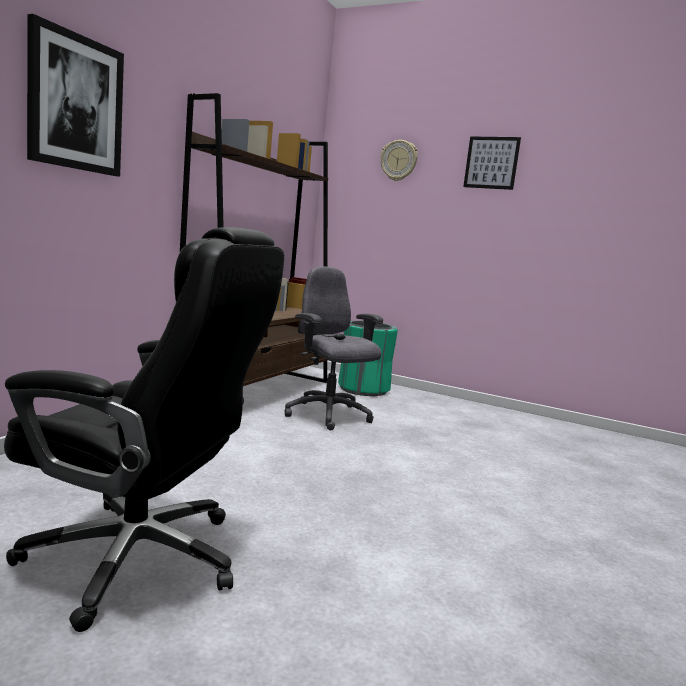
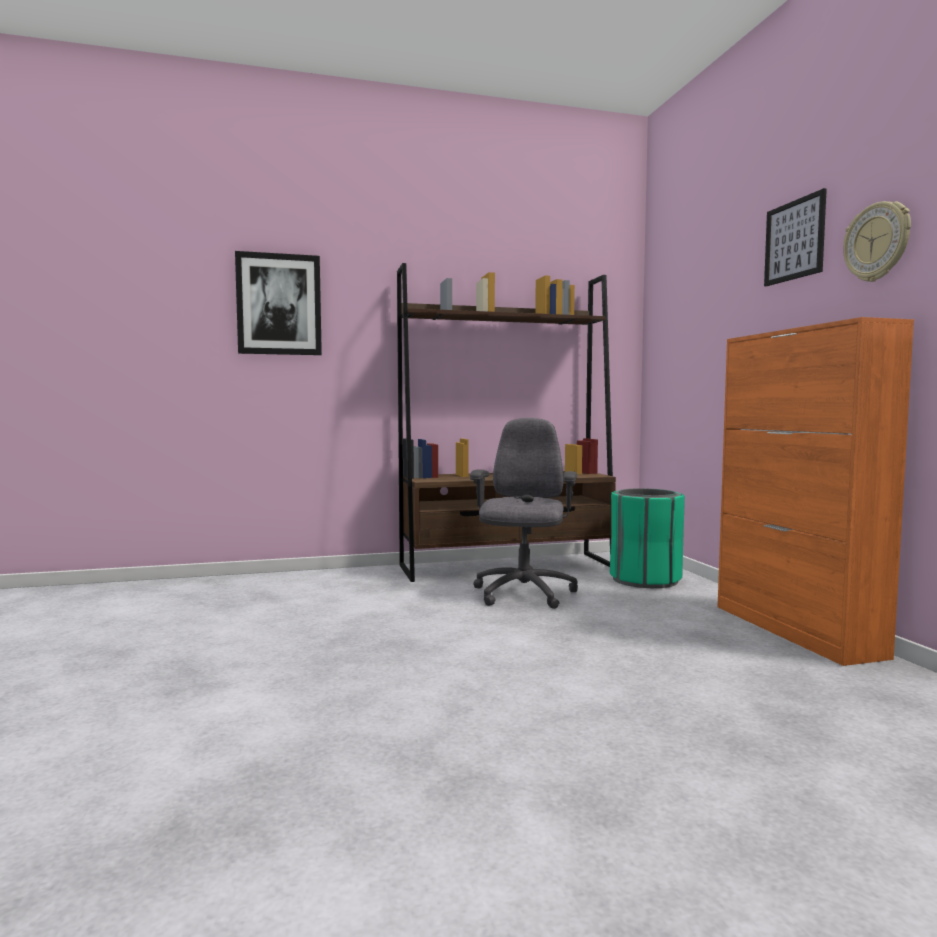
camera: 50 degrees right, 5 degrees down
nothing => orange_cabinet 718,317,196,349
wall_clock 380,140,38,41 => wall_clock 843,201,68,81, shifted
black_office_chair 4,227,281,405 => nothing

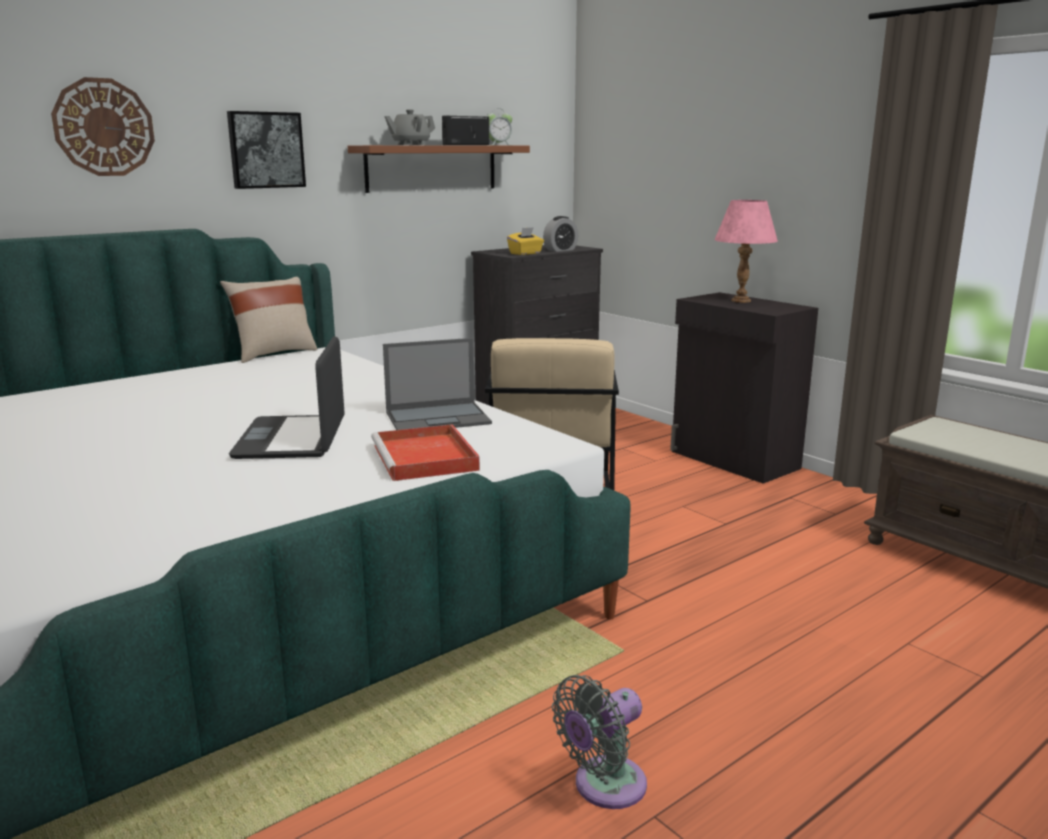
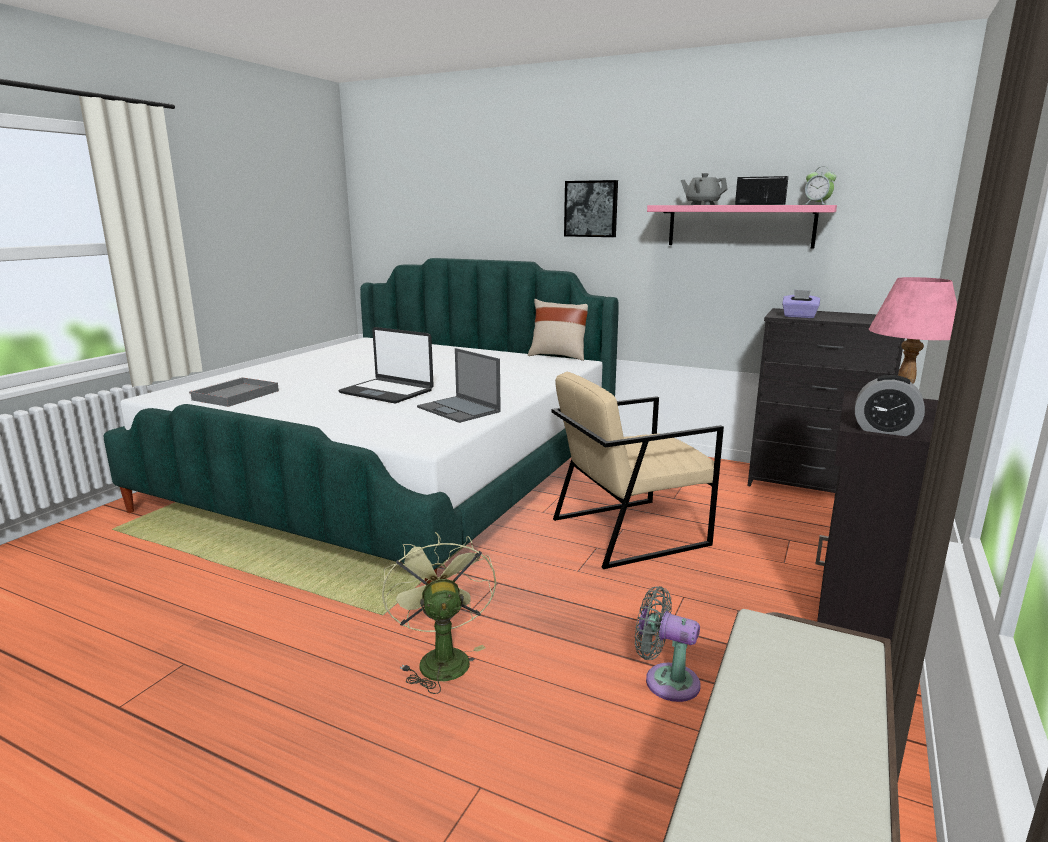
camera: 65 degrees right, 0 degrees up
nothing => grey_tray 189,377,90,30
laptop 229,336,116,123 => laptop 338,327,96,77, 120 degrees counterclockwise
nothing => green_fan 382,532,114,162
grey_fan 552,675,95,134 => grey_fan 635,586,66,116, shifted
brown_shelf 348,145,182,48 => pink_shelf 647,205,190,44
yellow_tissue_box 507,227,37,28 => purple_tissue_box 782,289,38,29
alarm_clock 543,216,35,36 => alarm_clock 855,375,70,61, shifted
wall_clock 51,77,104,99 => nothing
red_tray 371,424,109,57 => nothing

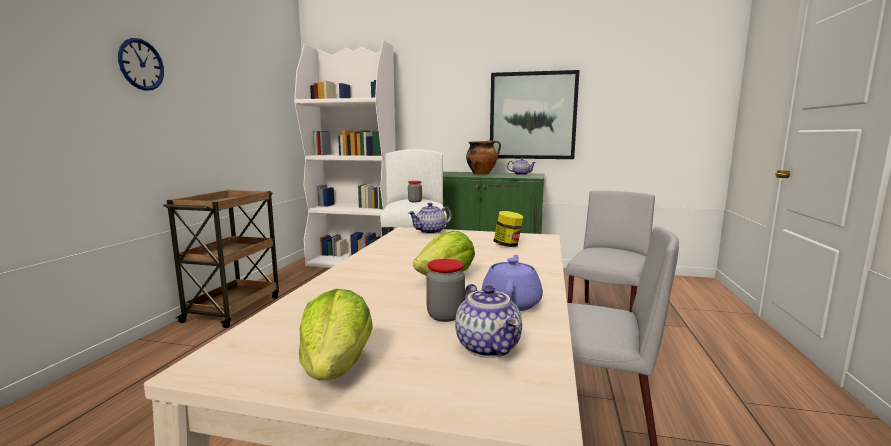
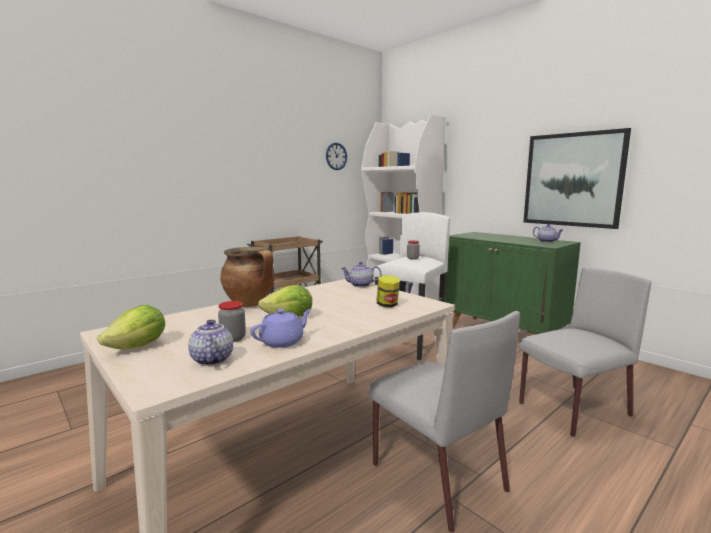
camera: 35 degrees right, 0 degrees up
teapot 455,284,67,74 => teapot 188,320,45,46, 150 degrees clockwise
cooking_pot 466,140,35,35 => cooking_pot 220,247,55,60, shifted
wall_clock 118,38,46,53 => wall_clock 326,143,21,27, shifted

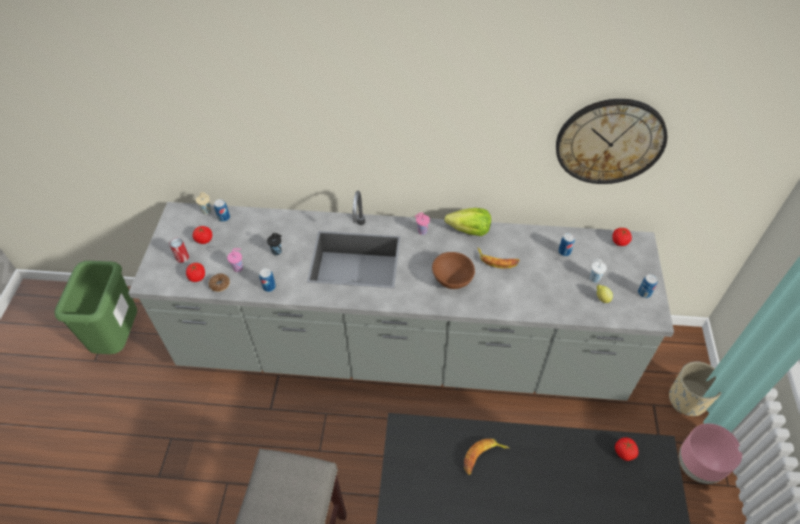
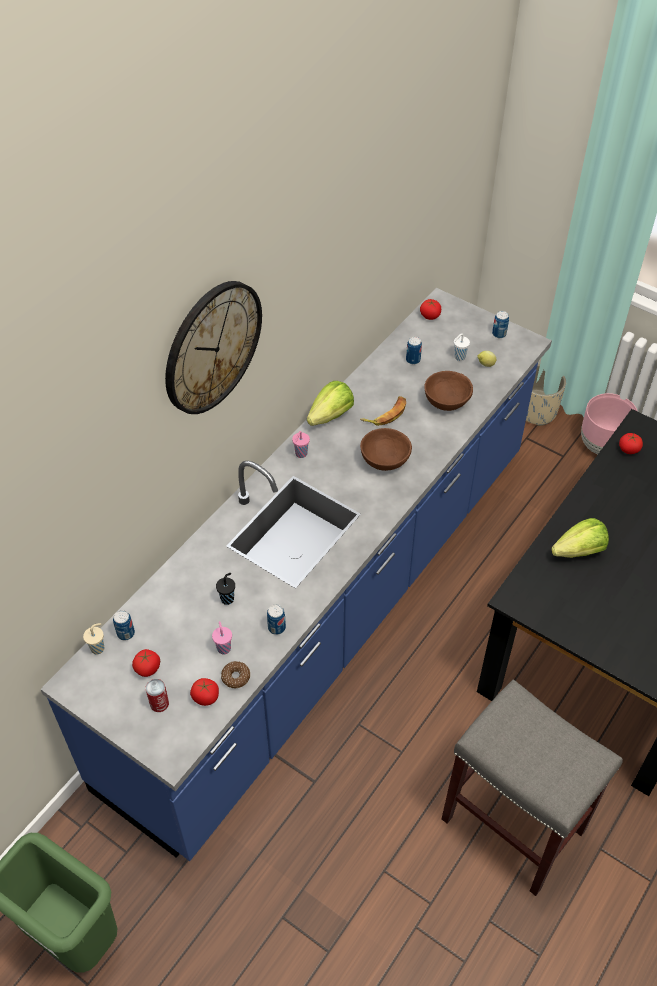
camera: 60 degrees left, 0 degrees up
grey_counter 128,191,546,210 => blue_counter 41,288,511,573
wall_clock 556,99,112,85 => wall_clock 165,281,97,133, shifted
nothing => brown_bowl 424,371,49,40
banana 464,439,45,36 => lettuce 551,518,58,40

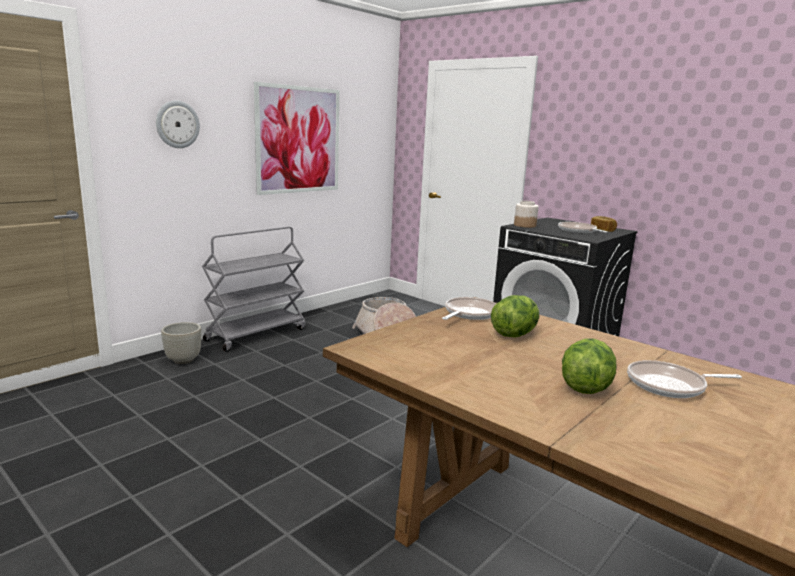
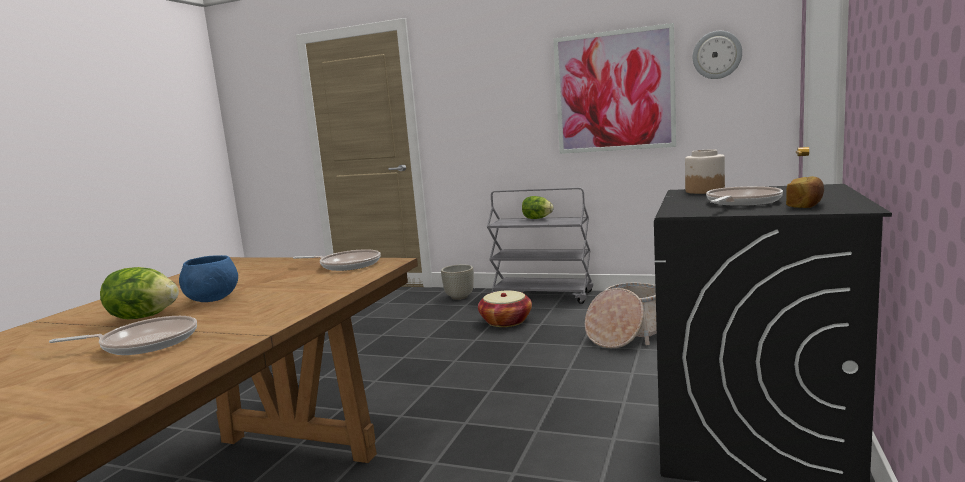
camera: 70 degrees right, 5 degrees down
frying_pan 627,360,115,38 => frying_pan 49,316,148,39, 105 degrees clockwise
nothing => blue_bowl 179,255,59,47
nothing => basket 478,290,54,37
lettuce 491,295,48,42 => lettuce 522,196,31,23, shifted
wall_clock 156,100,44,48 => wall_clock 693,31,49,48, shifted

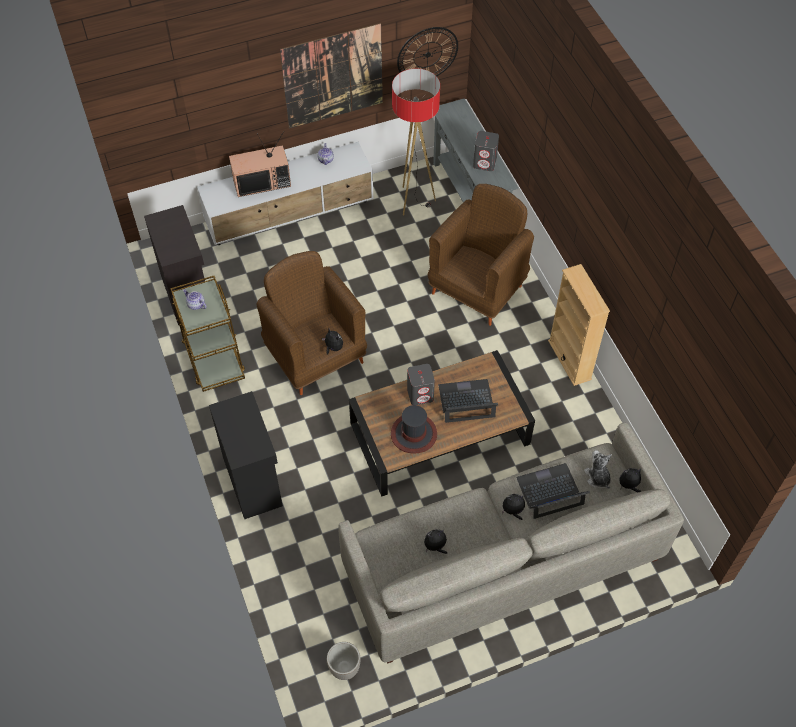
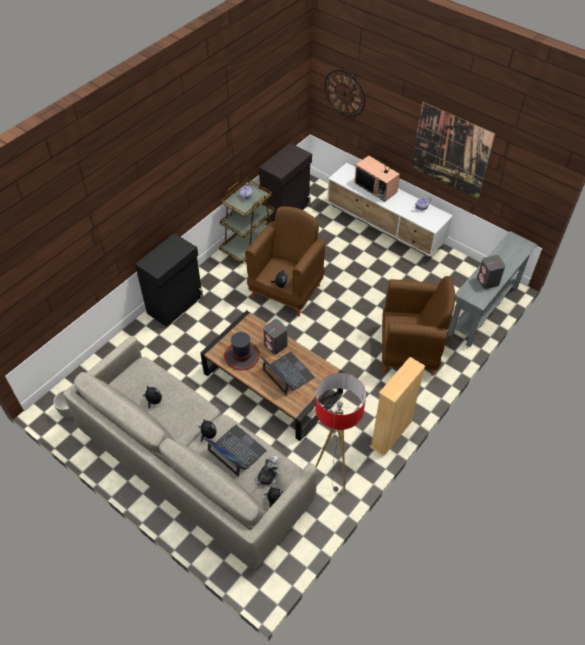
camera: 60 degrees right, 5 degrees down
floor_lamp 392,68,48,148 => floor_lamp 315,373,51,120, shifted
wall_clock 397,27,61,49 => wall_clock 325,70,40,47, shifted

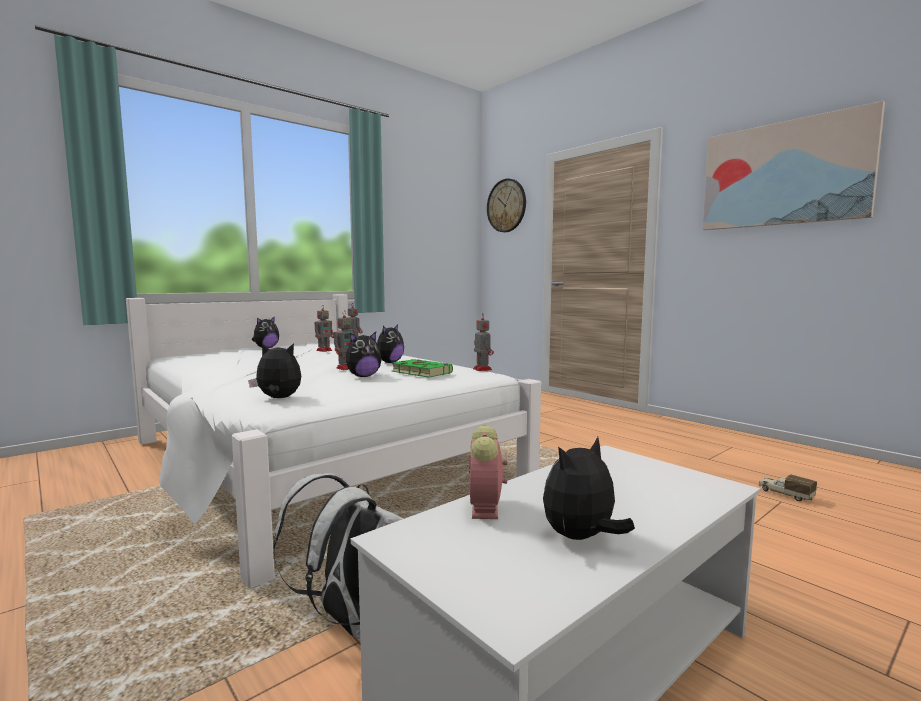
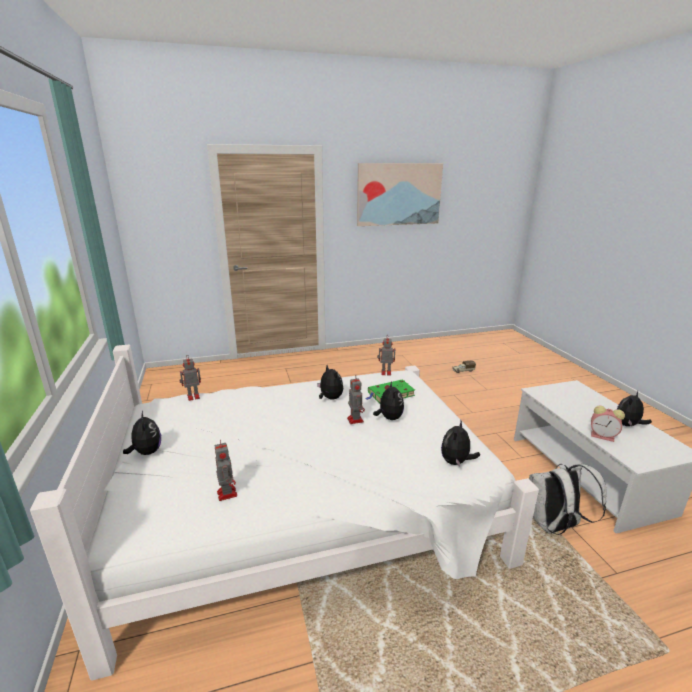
camera: 65 degrees left, 15 degrees up
toy_robot 314,306,20,46 => toy_robot 215,440,22,61, shifted
plush_toy 543,437,92,103 => plush_toy 616,391,36,35, 60 degrees clockwise
wall_clock 487,178,39,54 => nothing

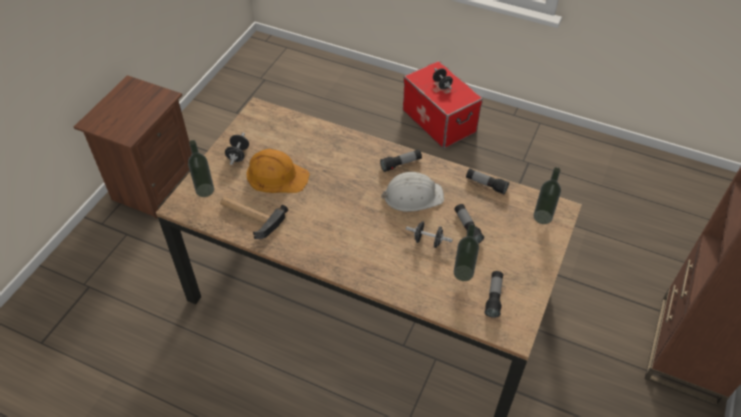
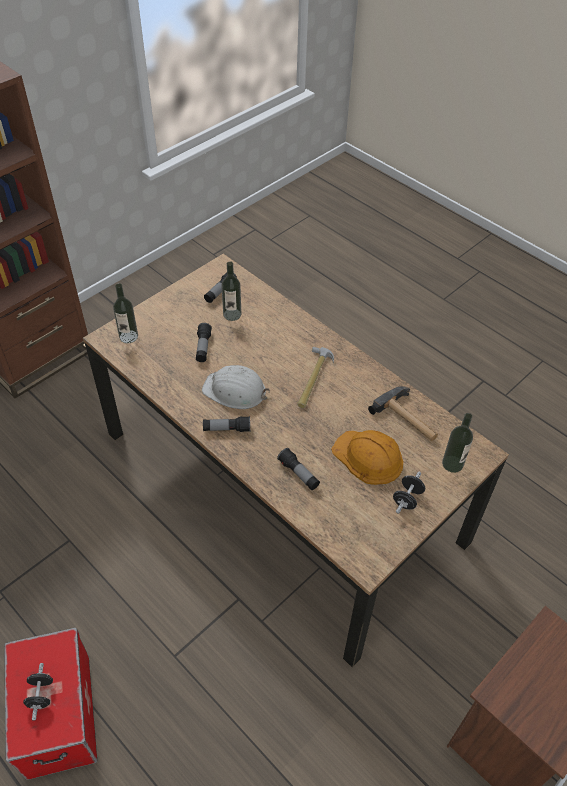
camera: 160 degrees left, 0 degrees up
flashlight 466,168,43,27 => flashlight 277,448,43,42, shifted
nothing => hammer 297,347,37,61
black_dumbbell 406,221,47,27 => nothing

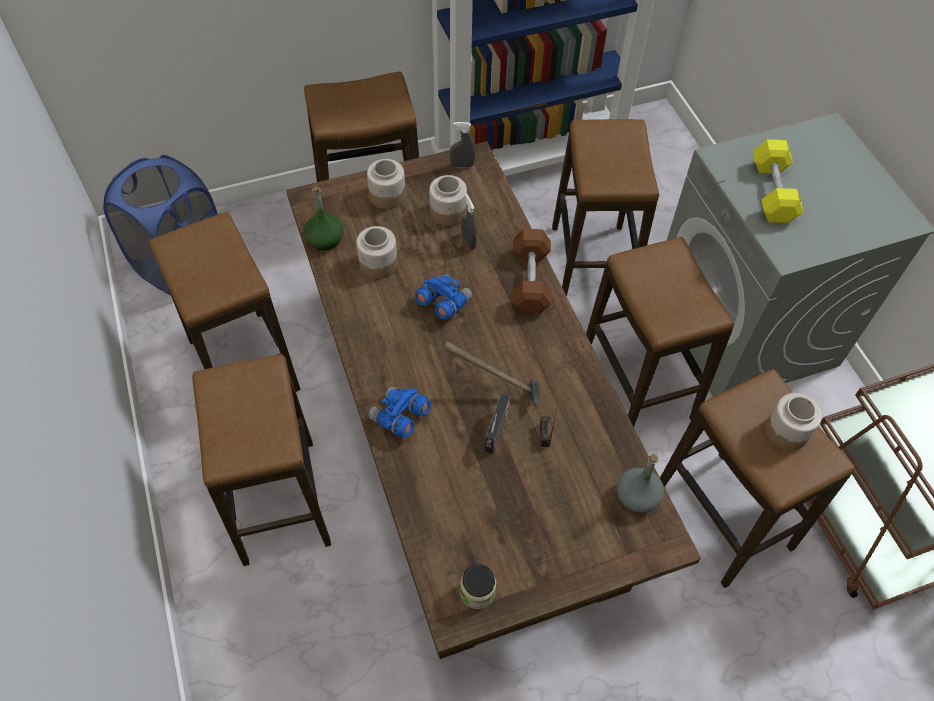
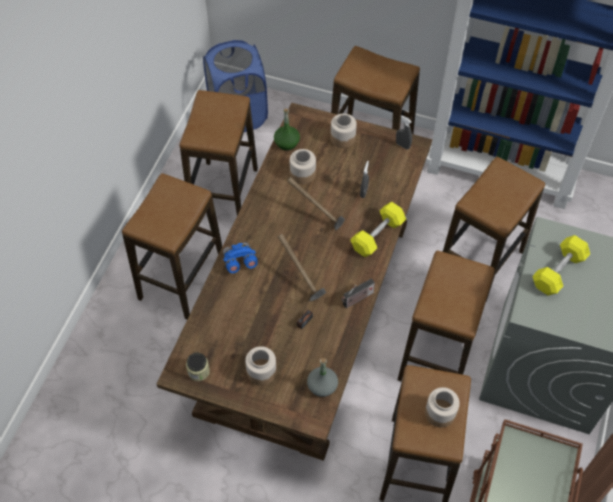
camera: 40 degrees right, 0 degrees up
jar 429,175,38,51 => jar 245,346,32,40, shifted
blue_binoculars 415,274,58,45 => hammer 287,177,58,53
radio 484,394,26,60 => radio 341,279,34,29, shifted
brown_dumbbell 512,229,39,85 => yellow_dumbbell 350,202,56,55

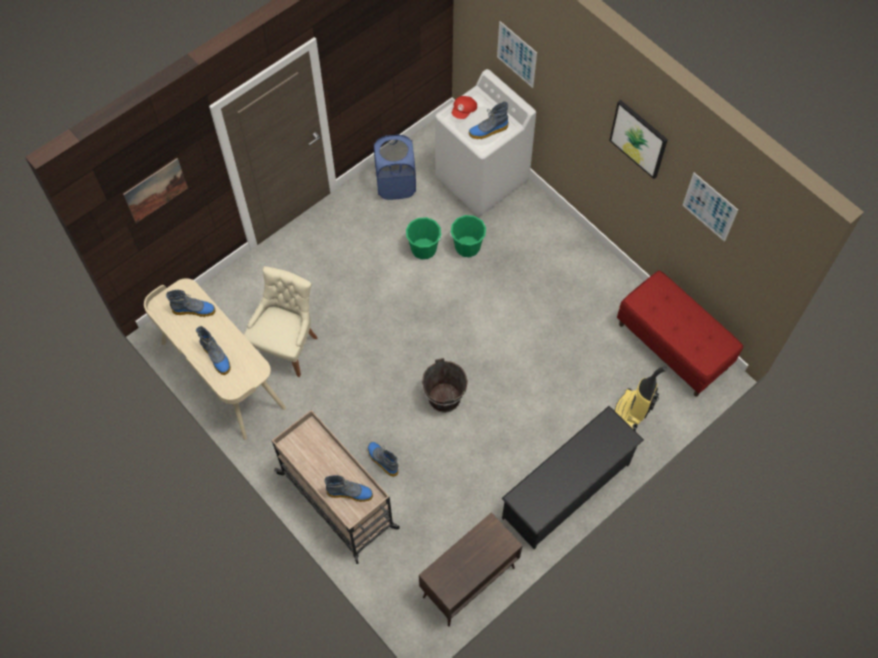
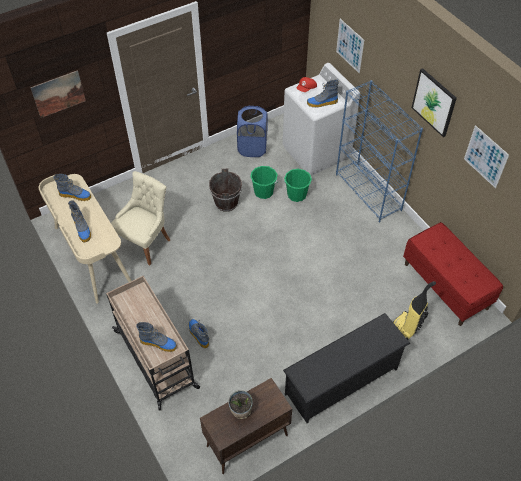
camera: 10 degrees right, 10 degrees down
brown_bucket 422,358,46,55 => brown_bucket 209,169,33,43, shifted
nothing => potted_plant 228,390,25,29
nothing => blue_bookcase 336,80,87,143

